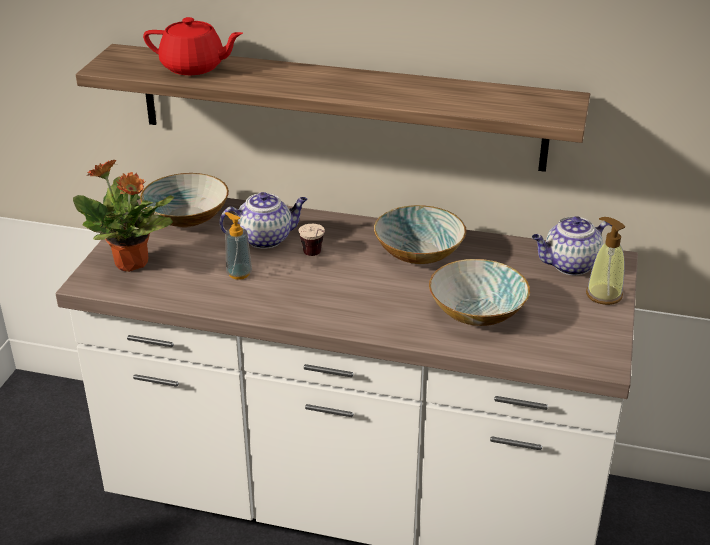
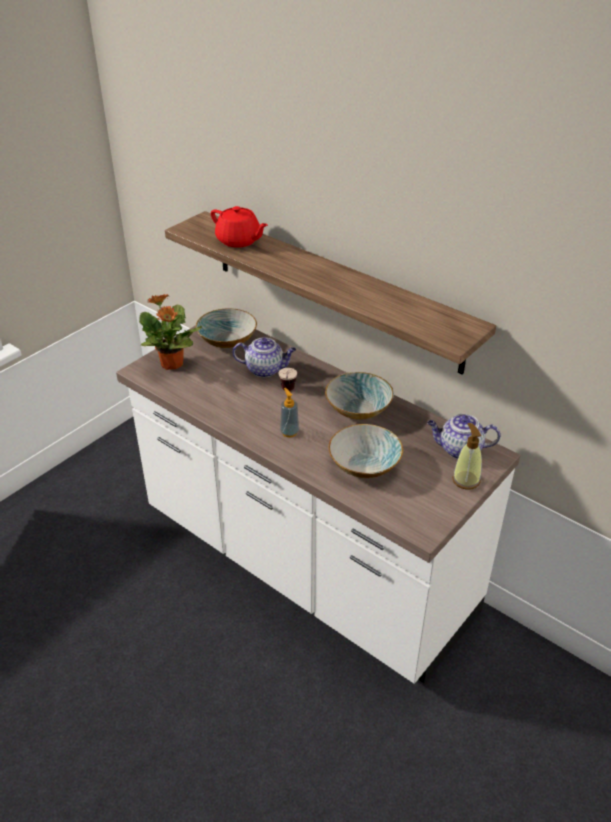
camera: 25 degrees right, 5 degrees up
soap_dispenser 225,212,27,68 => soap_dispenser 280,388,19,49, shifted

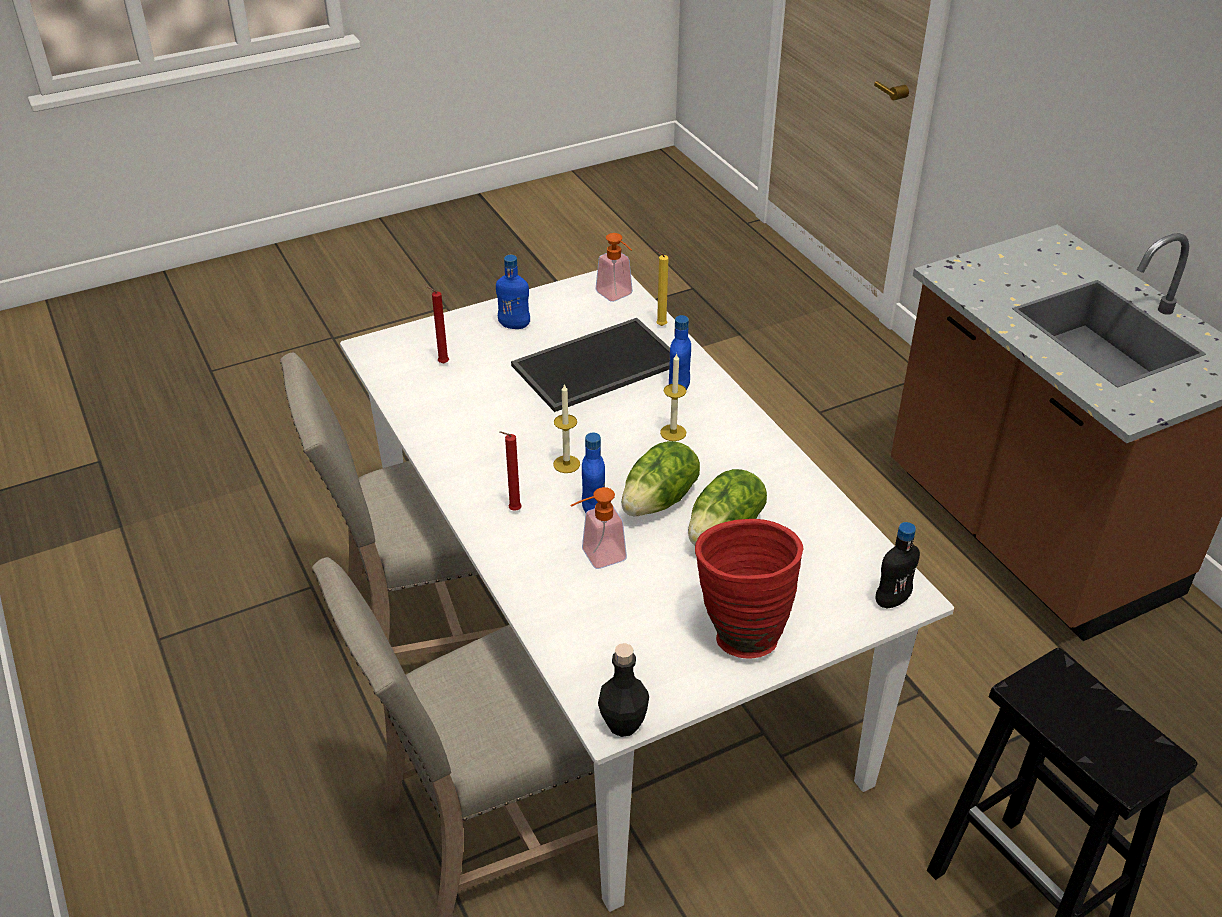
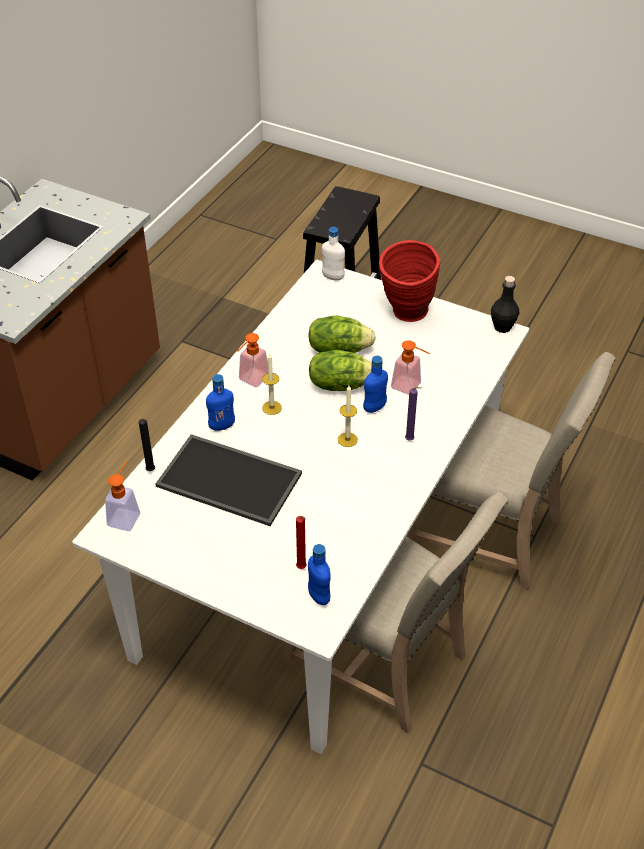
camera: 125 degrees left, 5 degrees up
yellow_candle 655,250,14,76 => black_candle 139,418,16,53
nothing => soap_dispenser 238,333,30,54
blue_bottle 496,255,34,74 => blue_bottle 308,544,23,61, shifted
black_bottle 875,522,45,86 => white_bottle 322,227,23,54
red_candle 499,431,23,80 => purple_candle 405,387,16,54

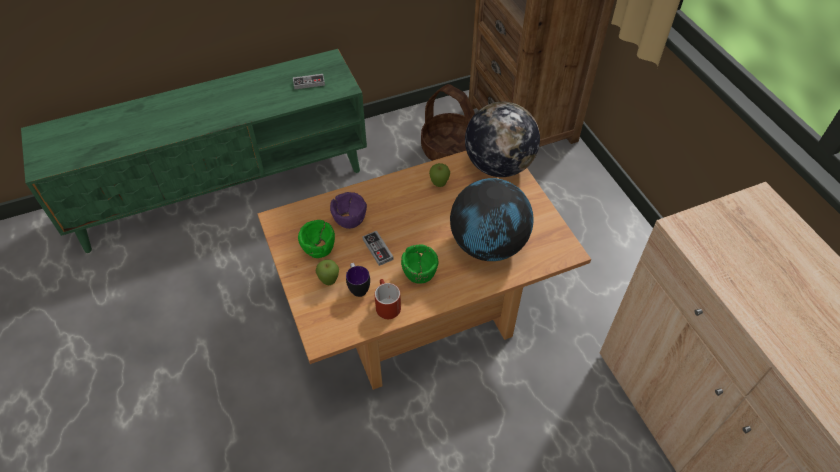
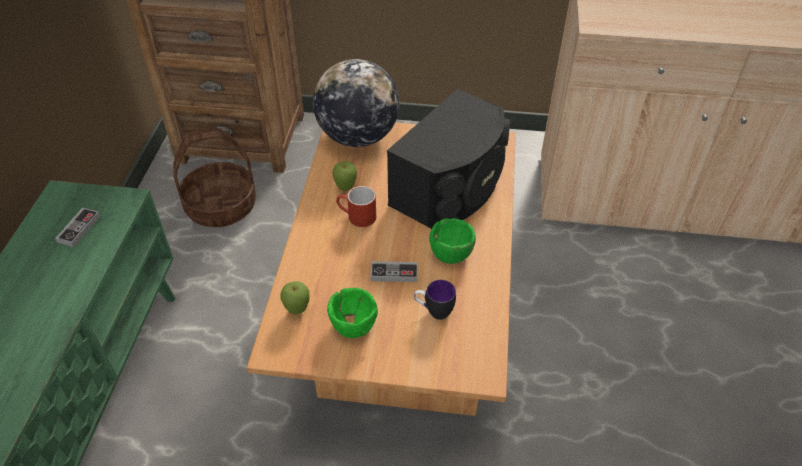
camera: 60 degrees left, 5 degrees down
apple 316,260,23,25 => apple 280,281,30,33, shifted
red_mug 375,279,26,40 => red_mug 336,186,40,41, shifted
globe 450,178,84,83 => black_speaker 387,89,123,140
purple_bowl 330,192,37,37 => nothing

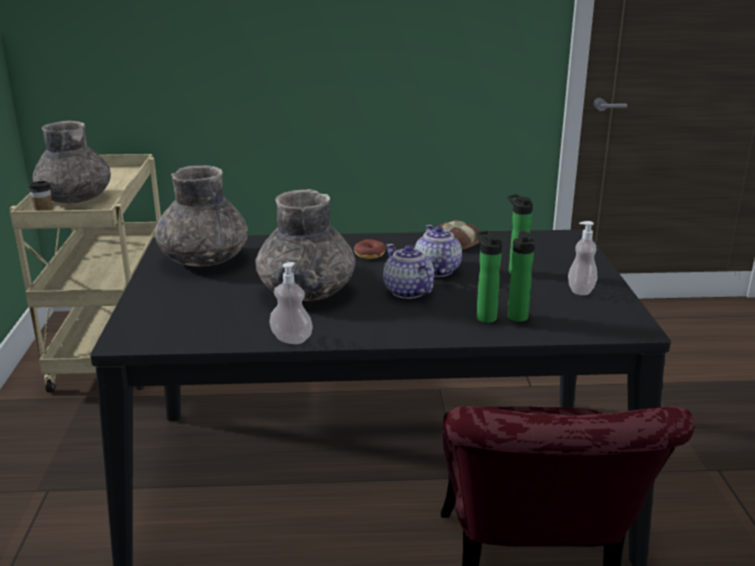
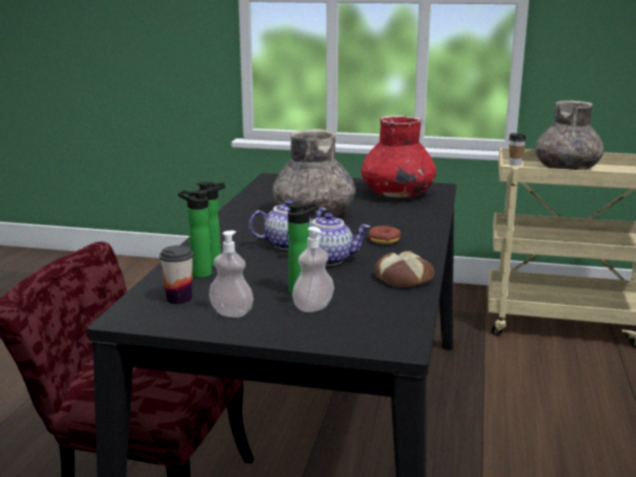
camera: 105 degrees right, 5 degrees down
nothing => cup 159,245,35,59
soap_dispenser 269,262,44,82 => soap_dispenser 292,226,42,86, shifted
grey_vase 155,165,94,102 => red_vase 361,115,75,83

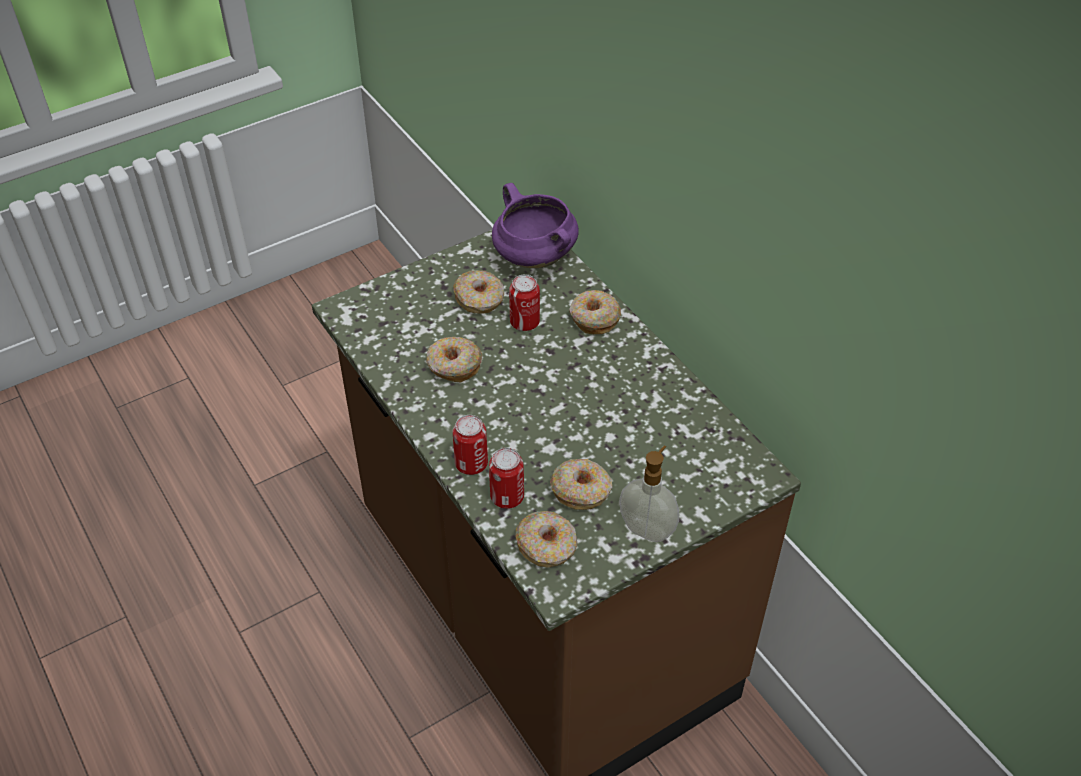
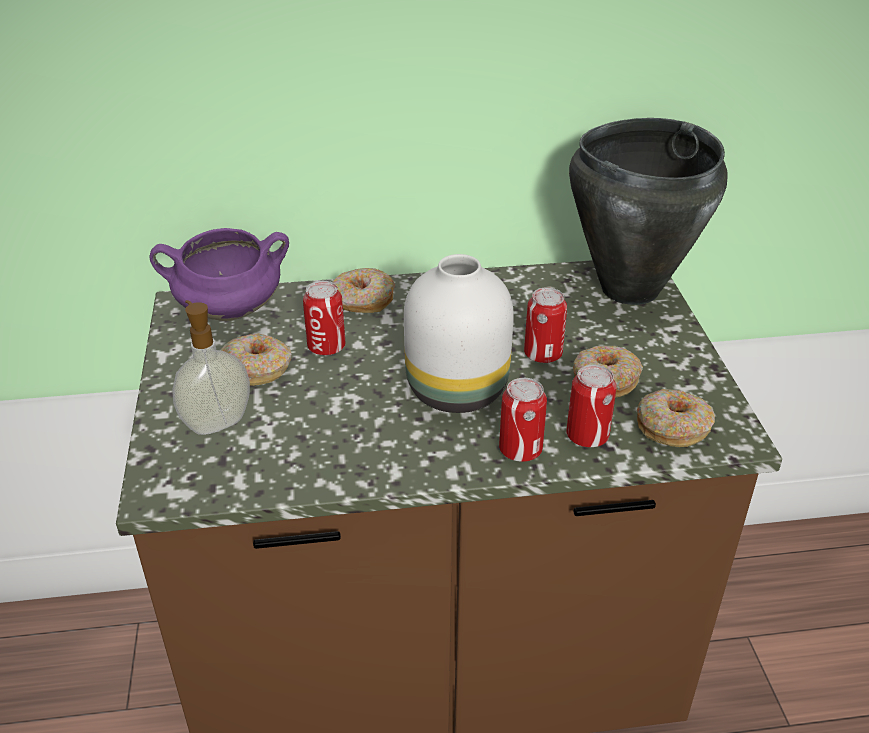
camera: 65 degrees left, 10 degrees down
soap_dispenser 619,446,60,96 => soap_dispenser 172,300,78,135, shifted
nothing => white_vase 404,254,110,159
nothing => can 524,288,43,75
nothing => black_cooking_pot 569,118,159,187
donut 427,337,55,45 => nothing

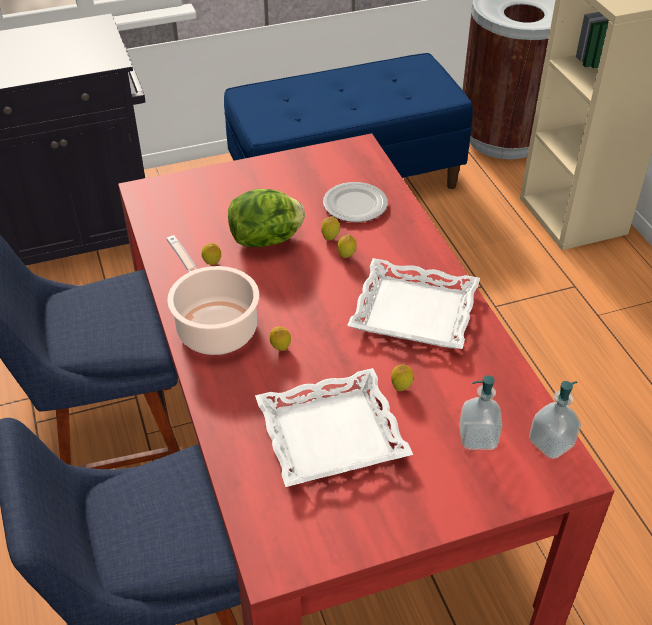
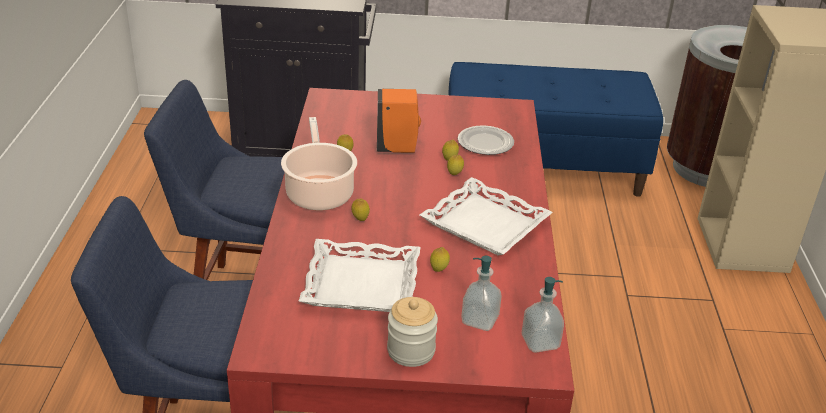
camera: 20 degrees right, 10 degrees down
lettuce 228,189,77,58 => orange_soap_dispenser 377,89,44,64
nothing => jar 387,297,51,70

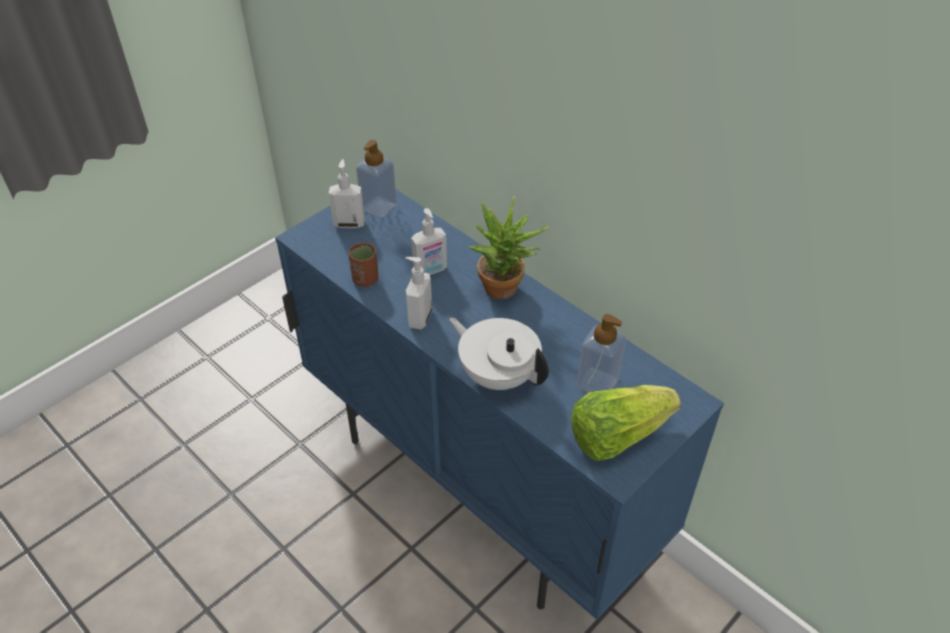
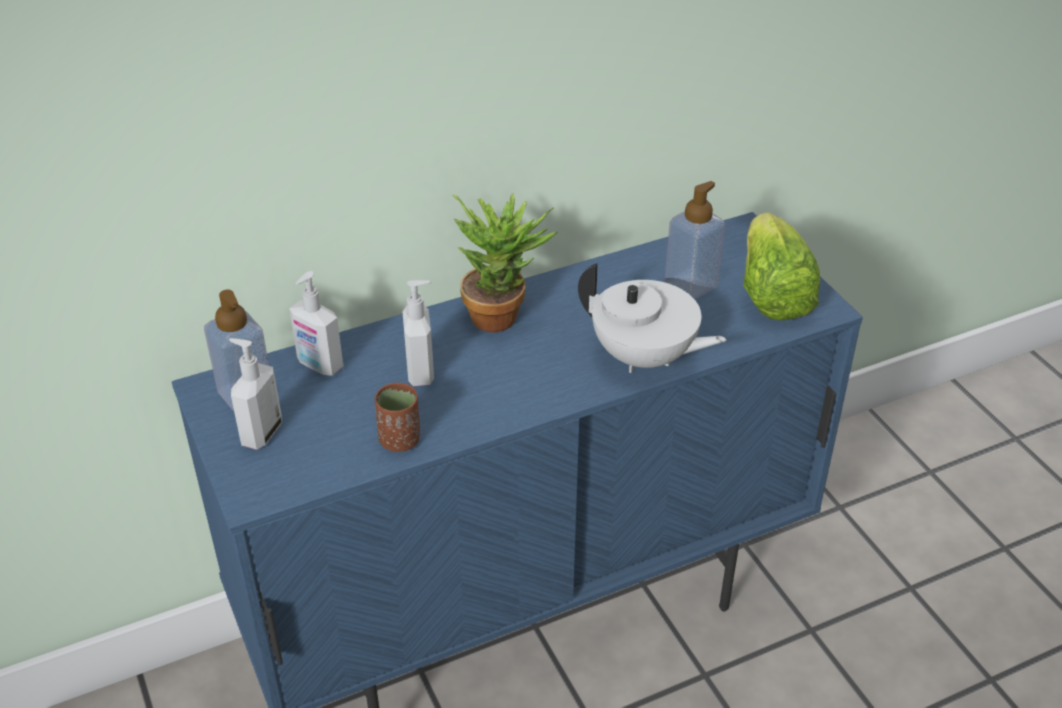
camera: 70 degrees left, 5 degrees down
soap_dispenser 405,257,27,73 => soap_dispenser 289,271,54,105, shifted
white_teapot 449,317,100,73 => white_teapot 578,263,148,110, 120 degrees counterclockwise

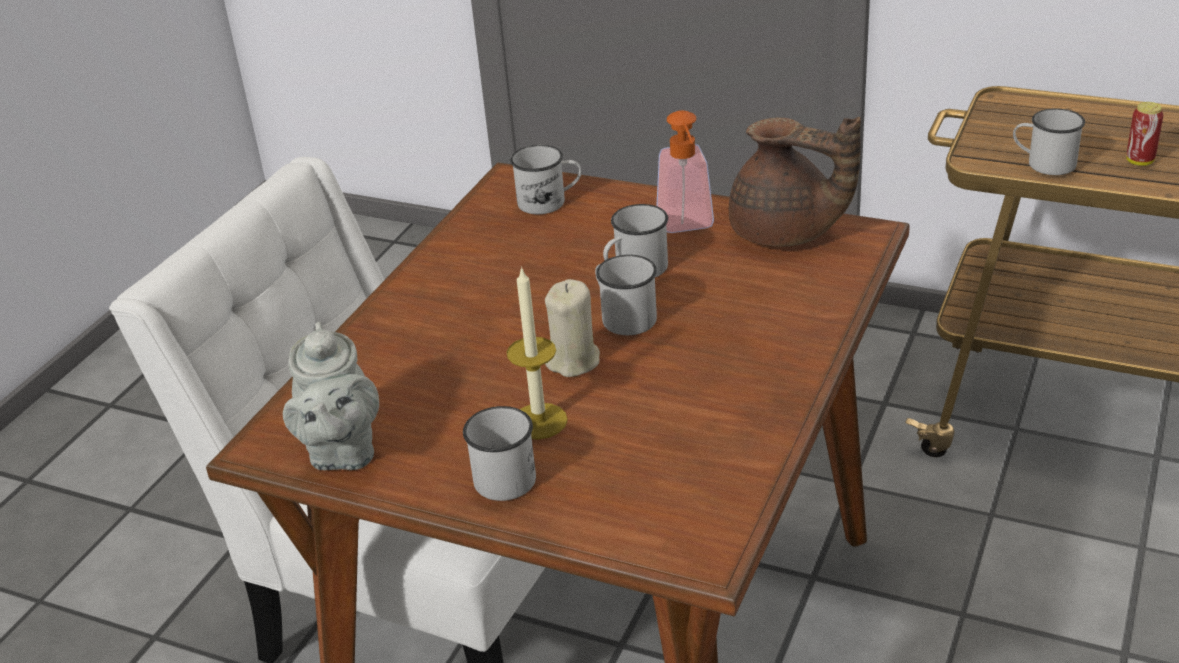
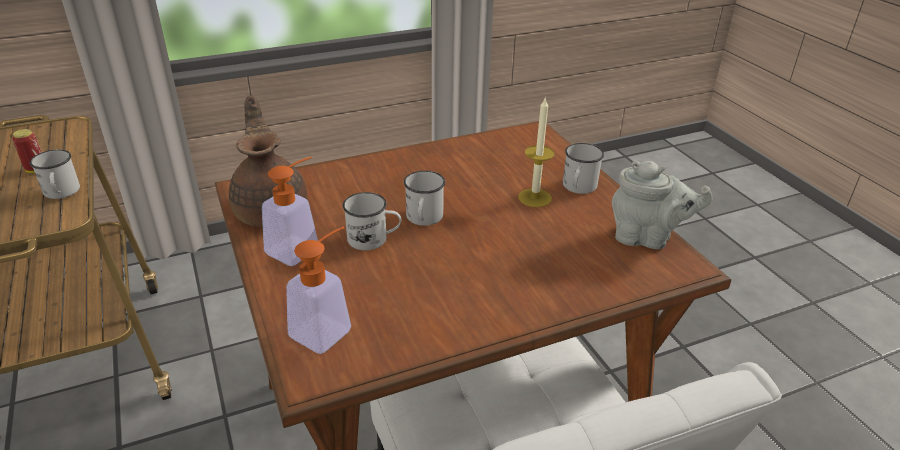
camera: 140 degrees left, 0 degrees up
white_mug 510,145,71,69 => soap_dispenser 286,227,65,127
grey_teapot 283,322,96,148 => grey_teapot 612,161,101,88, 75 degrees clockwise
beige_candle 545,279,55,98 => nothing

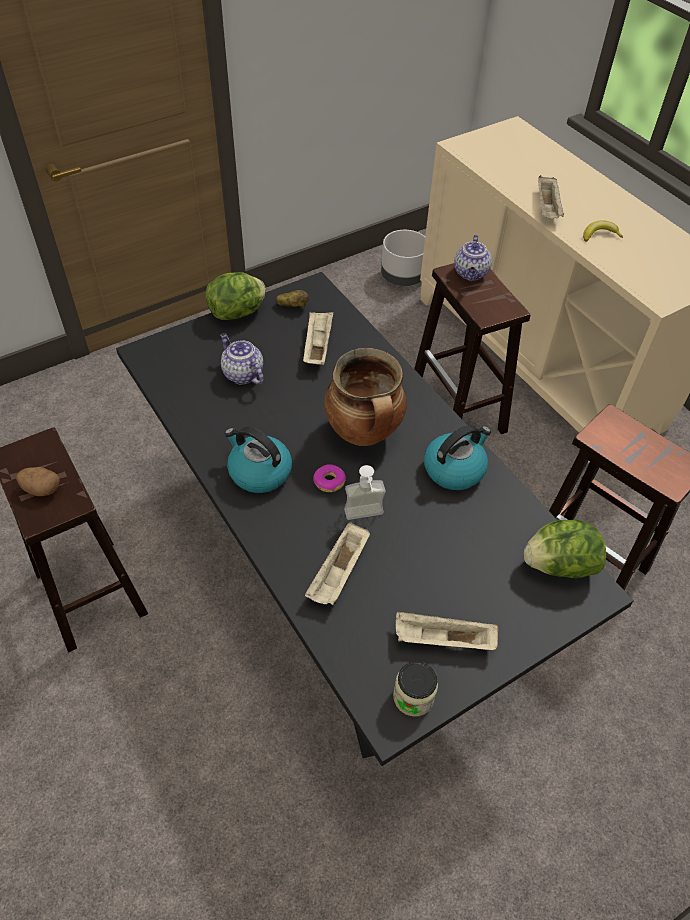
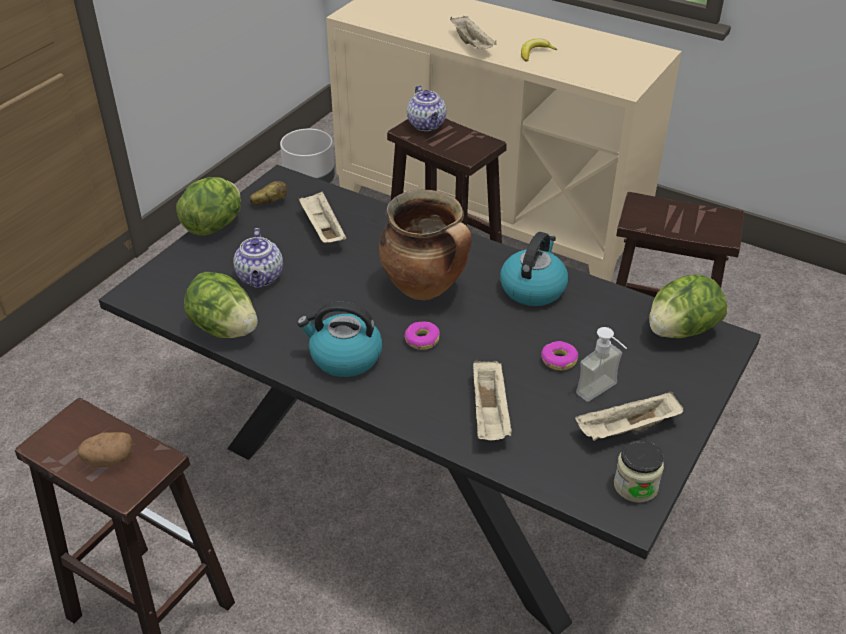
camera: 25 degrees left, 10 degrees down
nothing => lettuce 184,272,74,66
teapot 220,333,44,52 => teapot 233,228,50,60, 120 degrees counterclockwise
nothing => donut 541,341,37,29
soap_dispenser 344,465,42,55 => soap_dispenser 576,327,51,75, shifted

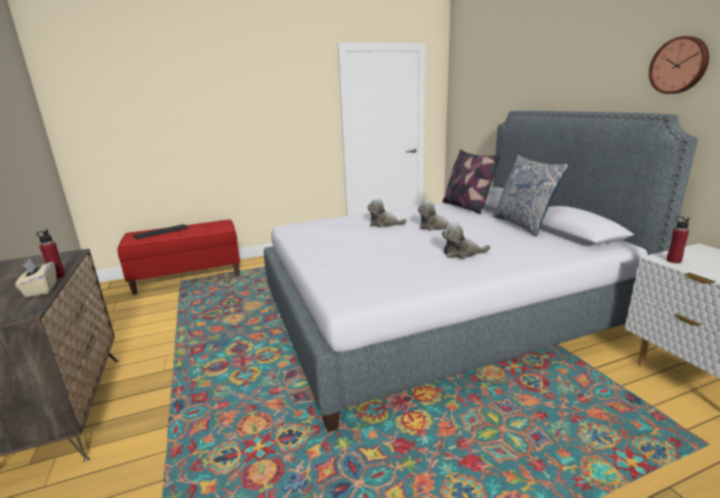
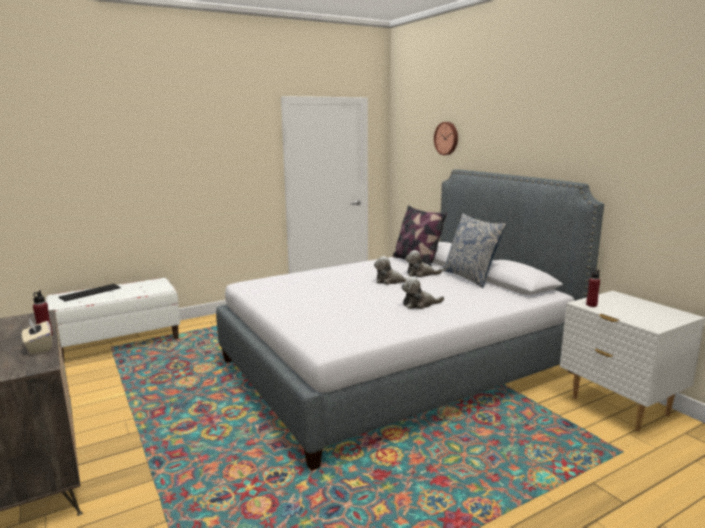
camera: 10 degrees left, 5 degrees down
red_bench 117,220,123,75 => white_bench 46,278,134,82
plush_toy 368,199,39,28 => plush_toy 405,250,38,27, shifted
wall_clock 649,36,60,58 => wall_clock 434,122,24,33, shifted

